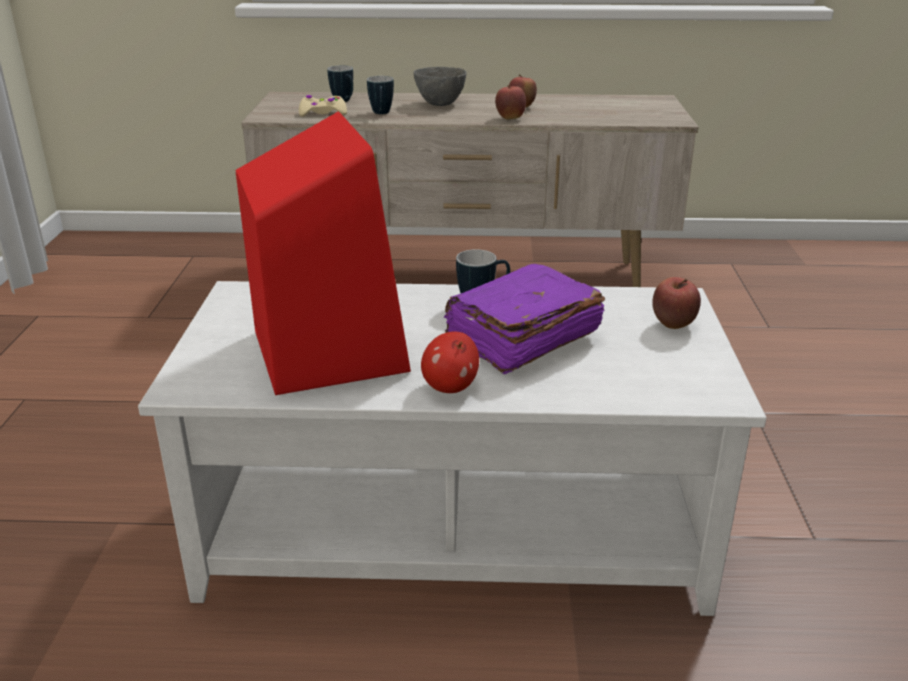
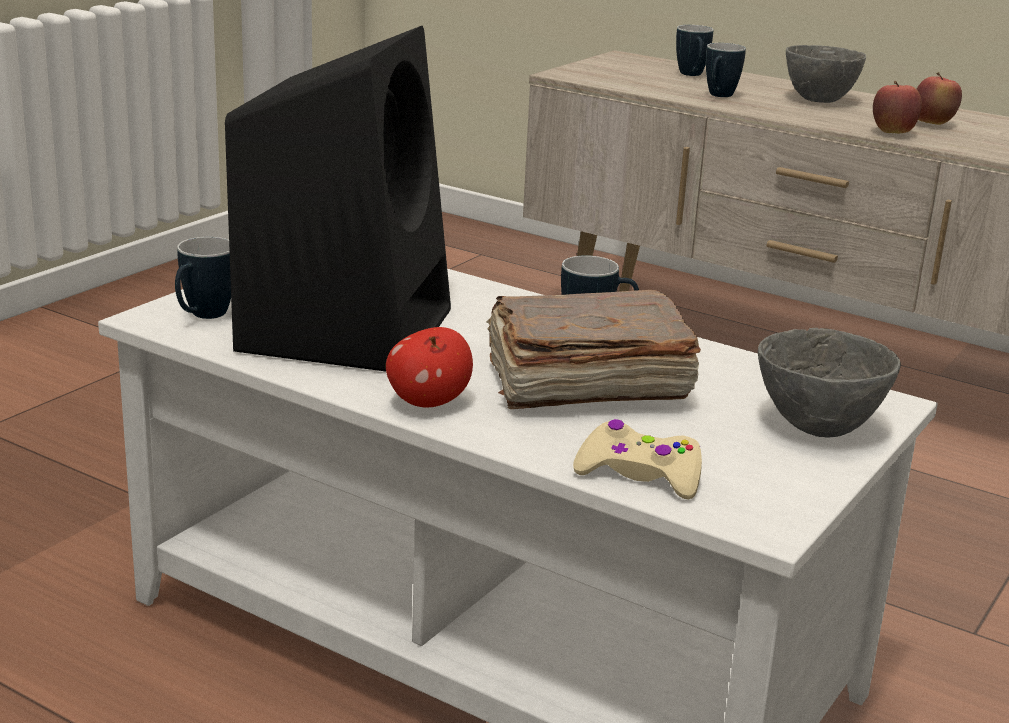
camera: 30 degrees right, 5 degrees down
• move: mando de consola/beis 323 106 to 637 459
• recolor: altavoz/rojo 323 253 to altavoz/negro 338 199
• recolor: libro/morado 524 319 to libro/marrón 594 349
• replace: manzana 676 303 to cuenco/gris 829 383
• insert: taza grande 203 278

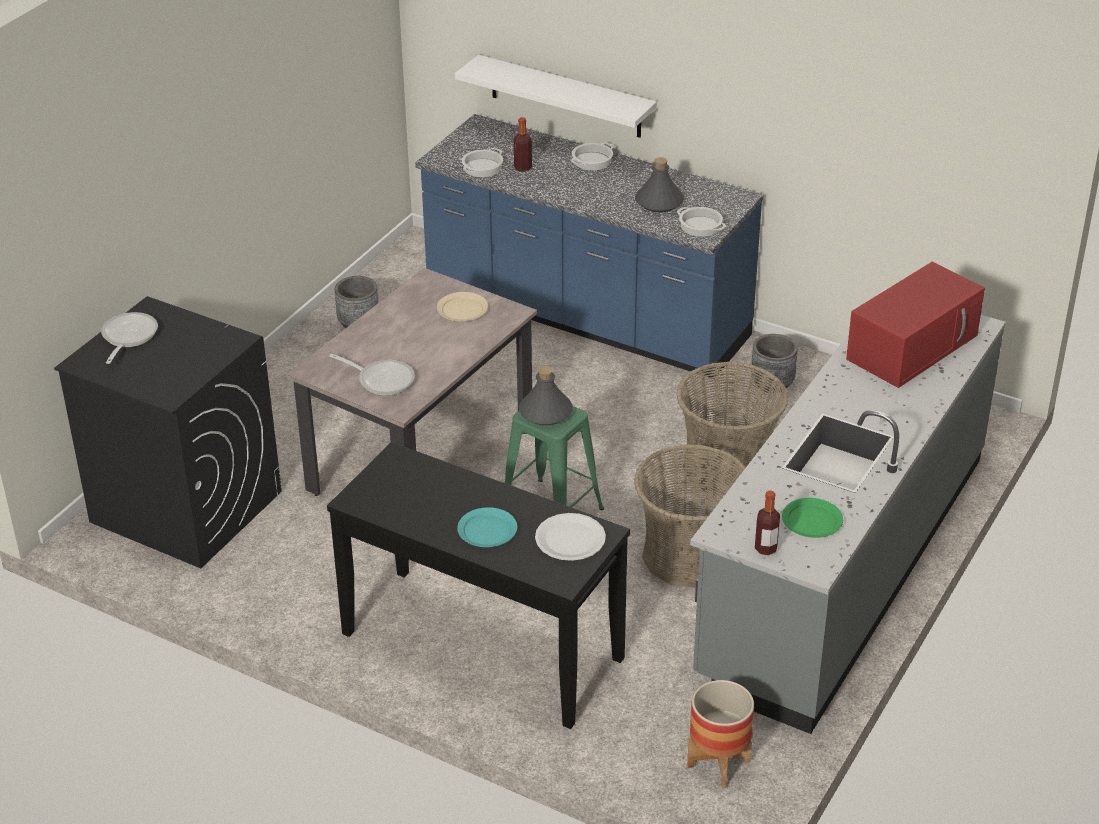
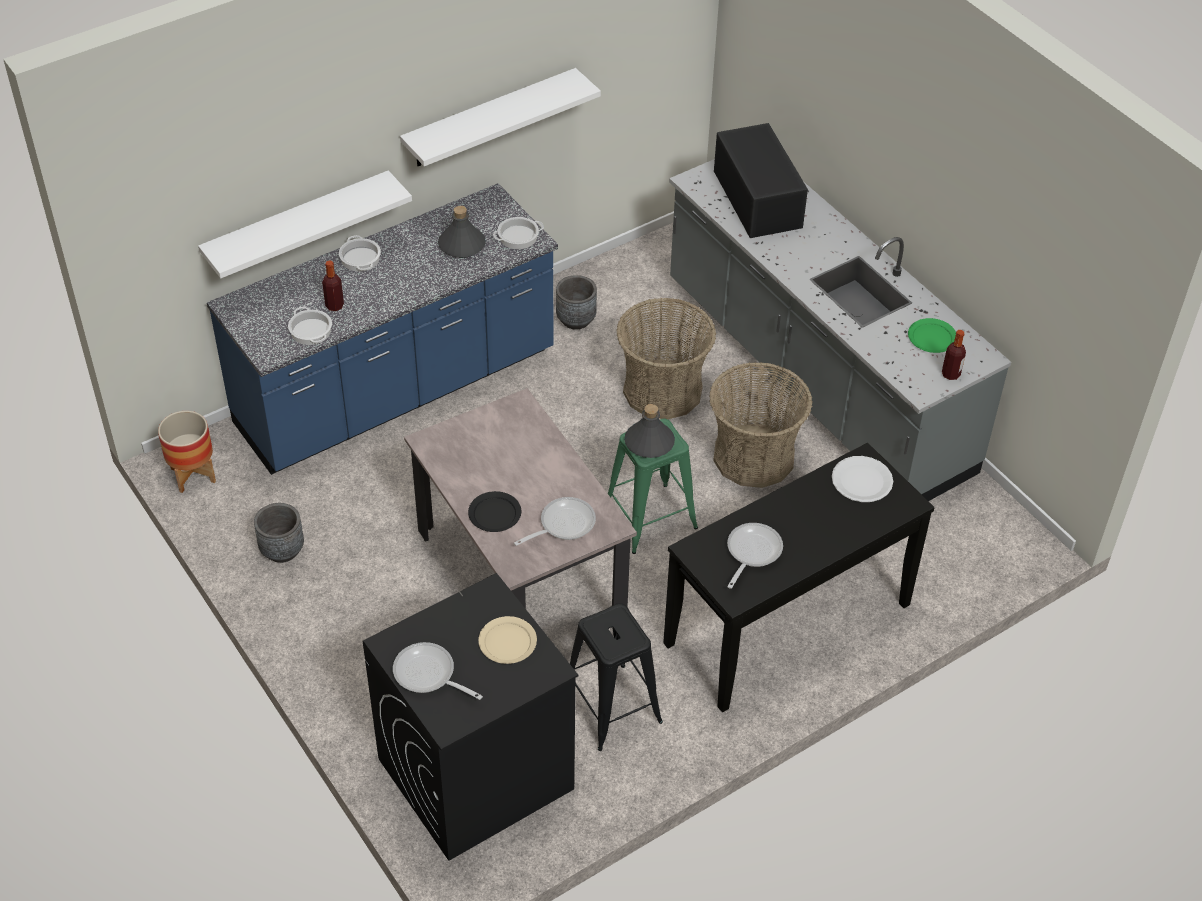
camera: 65 degrees left, 10 degrees up
• recolor: microondas/rojo 915 325 to microondas/negro 761 180
• move: plato/beis 462 306 to 507 640
• delete: plato/turquesa 487 527
• move: maceta 720 734 to 187 452
• insert: estante/blanco 500 117
• insert: plato/negro 494 511
• insert: sartén 755 556
• insert: taburete/negro 616 677

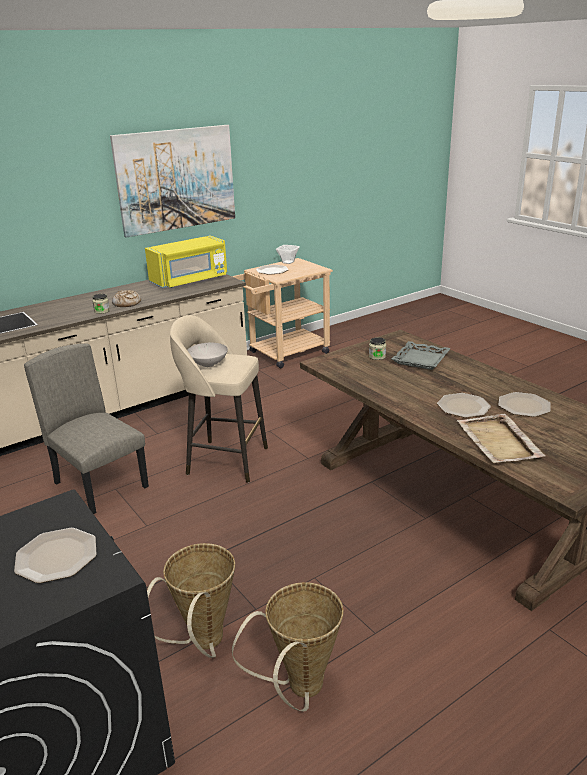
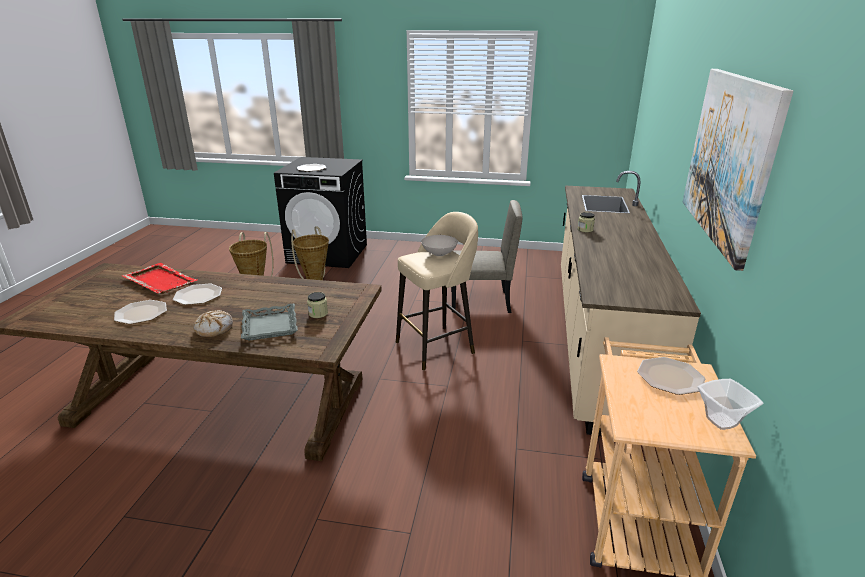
camera: 135 degrees right, 0 degrees up
• delete: microondas/amarillo 186 262
• move: pan 126 298 to 213 323
• recolor: bandeja/beis 501 438 to bandeja/rojo 159 278

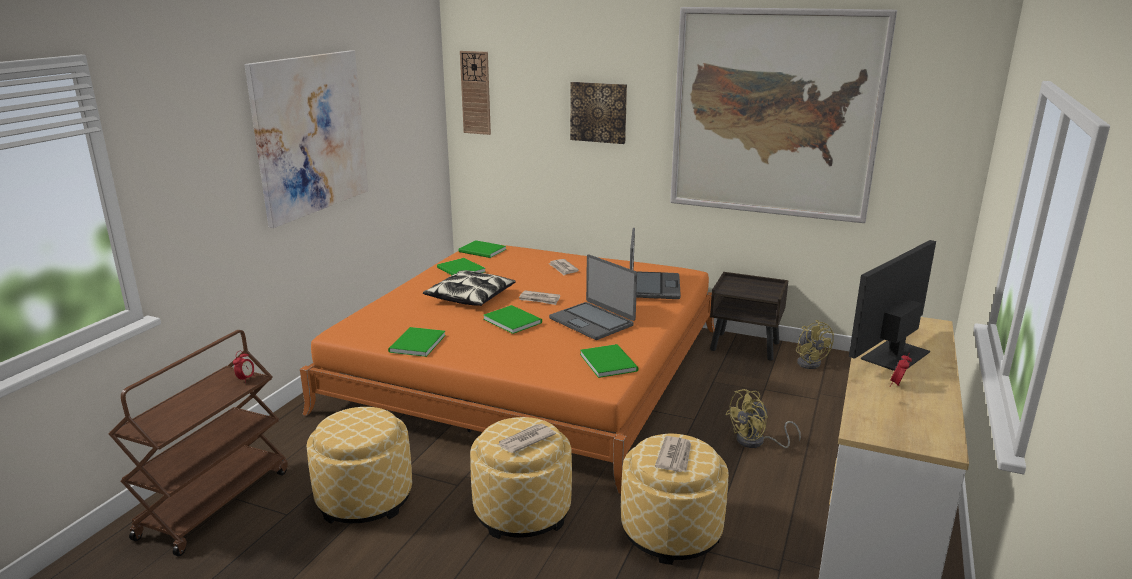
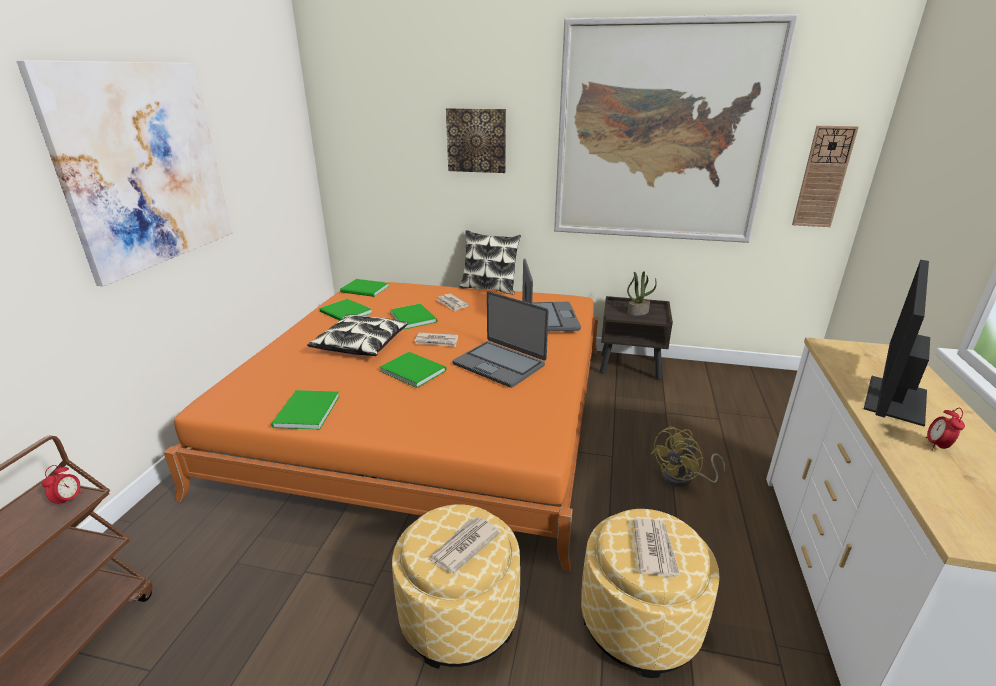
camera: 10 degrees left, 5 degrees up
• move: reloj de pared 475 93 to 825 176
• delete: ventilador/amarillo 815 344
• move: libro/verde 609 361 to 413 316
• delete: puf 359 465
• insert: cojín 490 262
• insert: planta en maceta 642 293

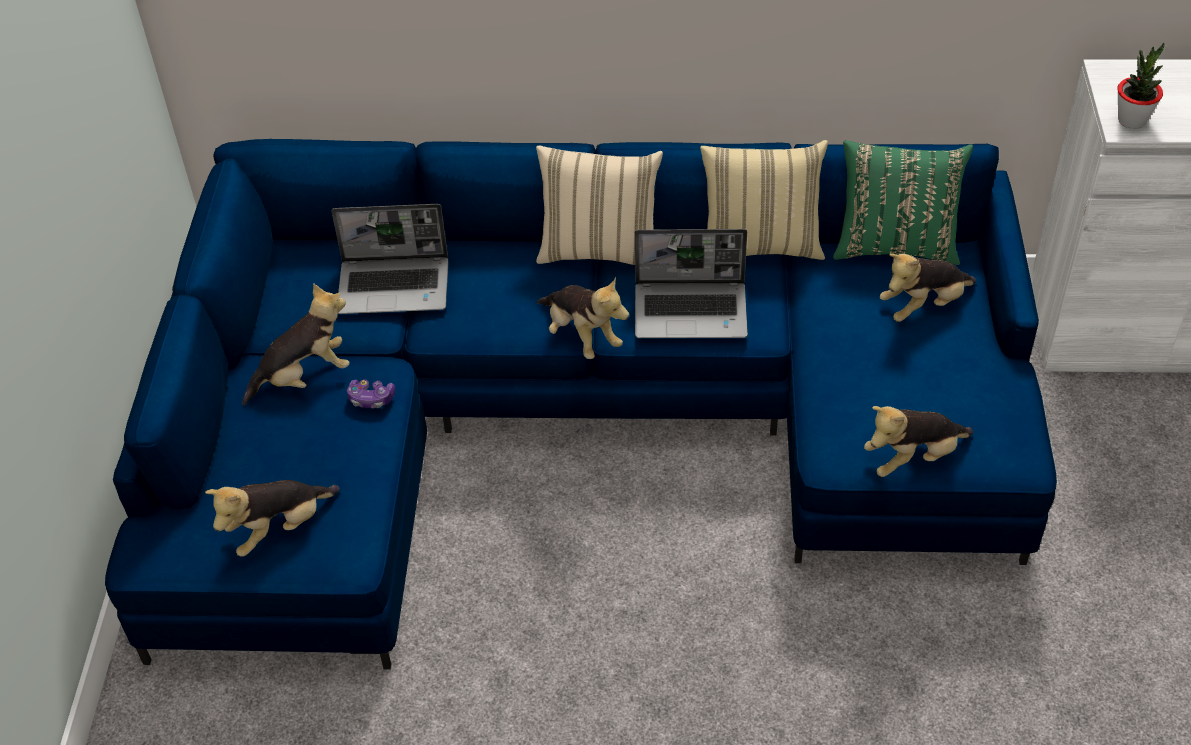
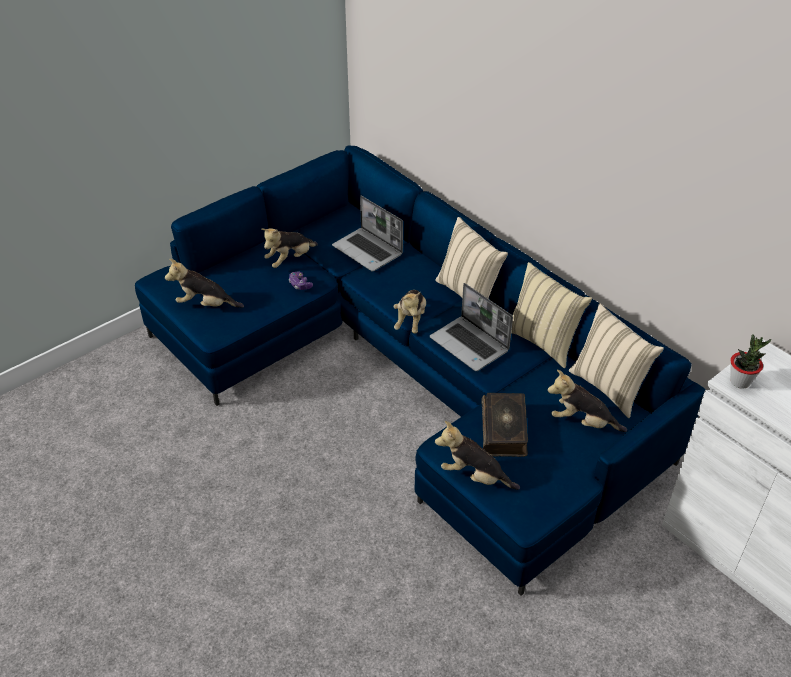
camera: 45 degrees right, 5 degrees down
• recolor: cojín/verde 903 202 to cojín/beis 616 361
• rotate: peluche 296 344 = 289 248 120 degrees clockwise
• insert: libro 504 425

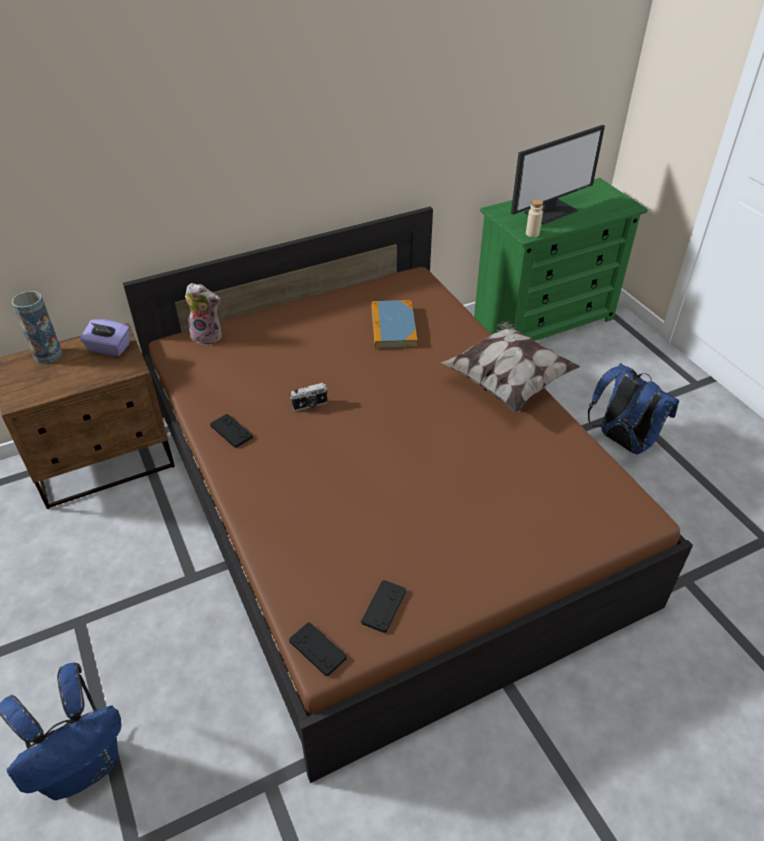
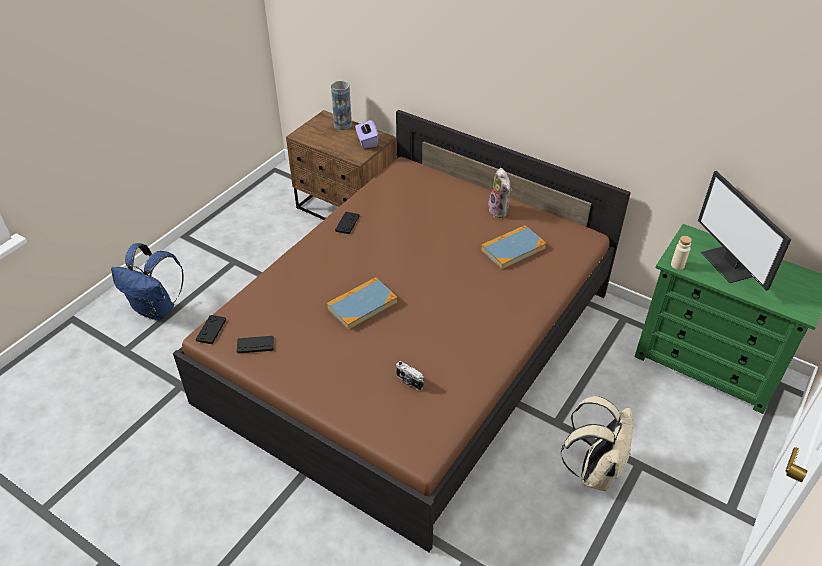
camera: 60 degrees right, 0 degrees up
• rotate: monitor 558 175 = 744 231 45 degrees clockwise
• move: peluche 203 314 to 500 193
• delete: cojín 510 367
• recolor: mochila/azul 633 408 to mochila/beis 597 443
• move: cámara 309 397 to 410 376
• insert: libro 362 303

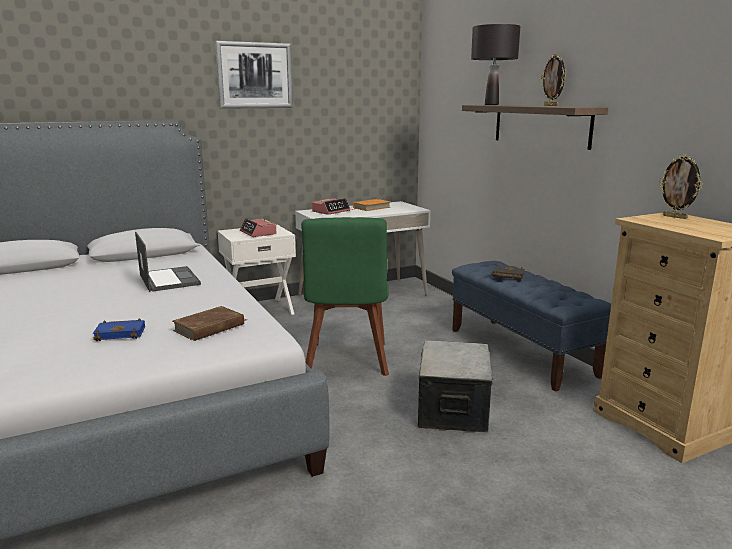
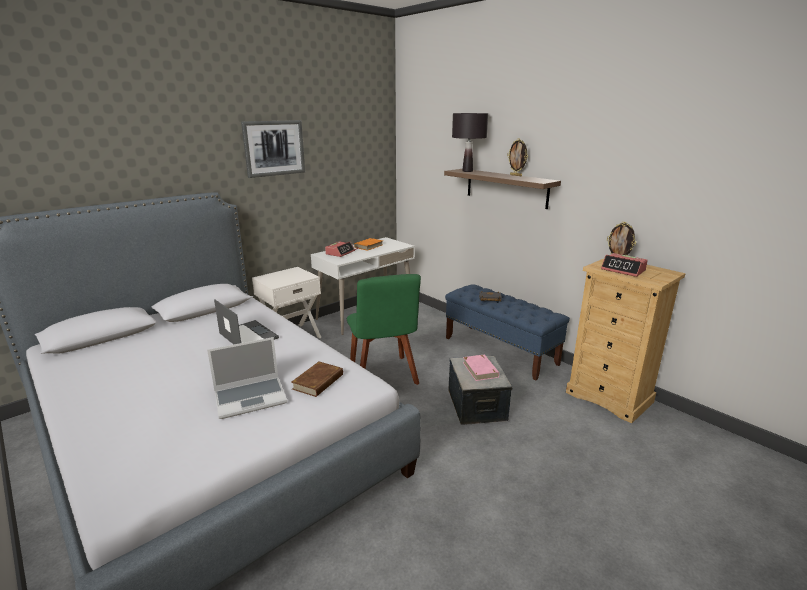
camera: 15 degrees left, 5 degrees up
• move: despertador 258 227 to 624 265
• replace: libro/azul 119 329 to portátil 247 378
• insert: libro/rosa 481 367

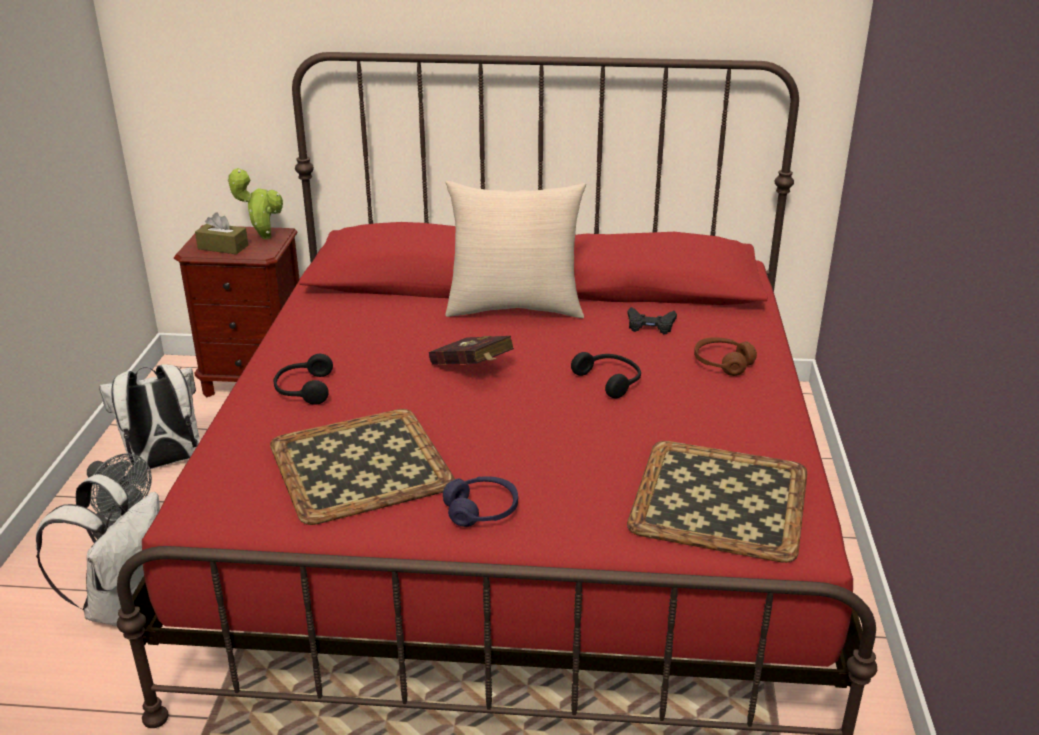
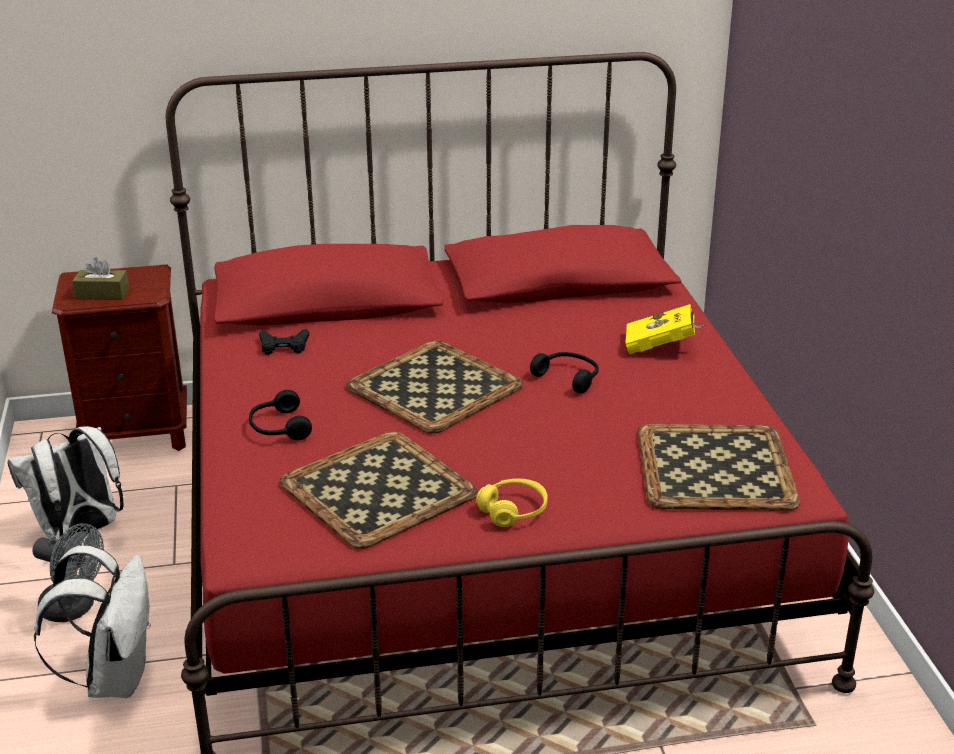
camera: 15 degrees left, 0 degrees up
• delete: planta en maceta 255 204
• delete: cojín/beis 515 249
• move: mando de consola/negro 652 320 to 284 341
• replace: libro/rojo 471 350 to bandeja 434 387
• replace: auriculares/marrón 725 356 to libro/amarillo 665 329
• recolor: auriculares/morado 480 501 to auriculares/amarillo 511 503

